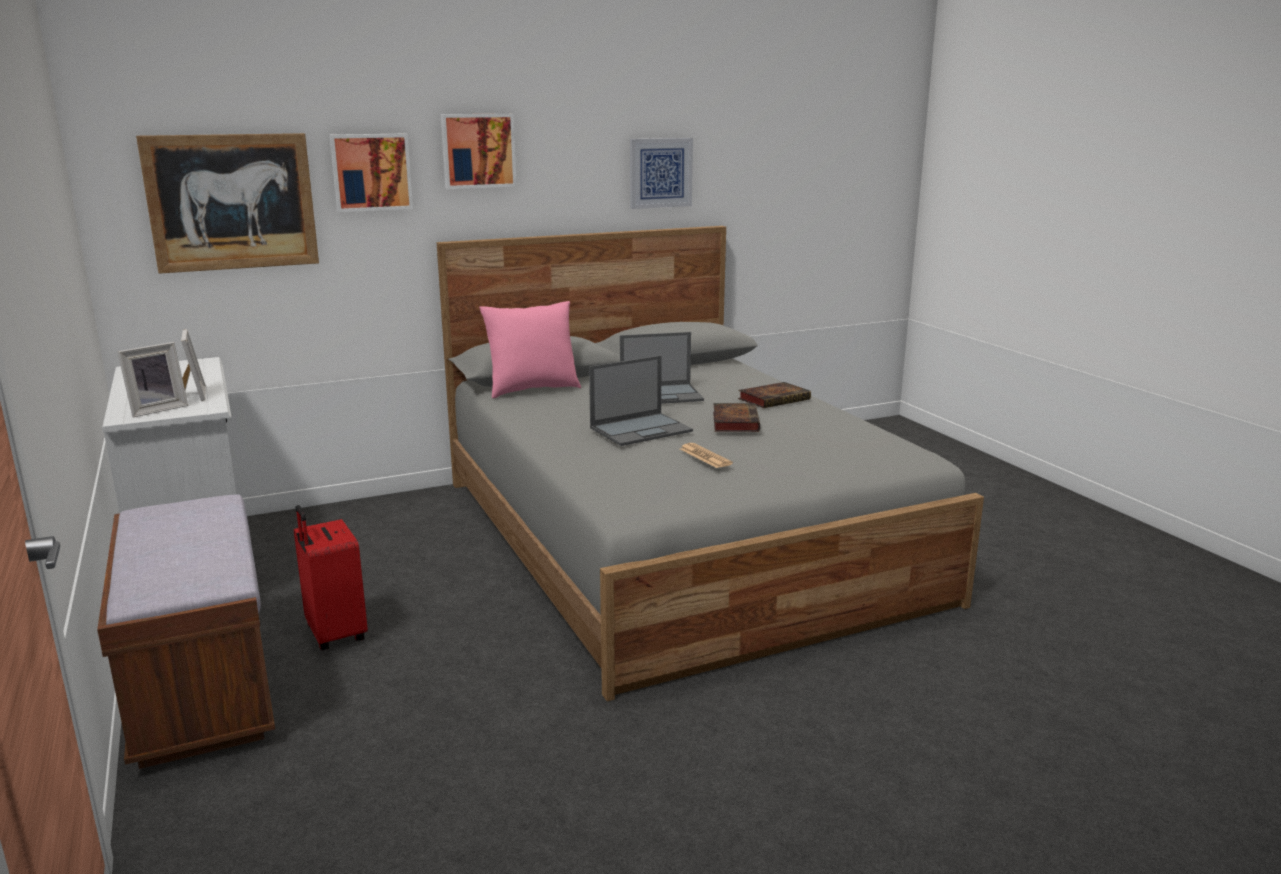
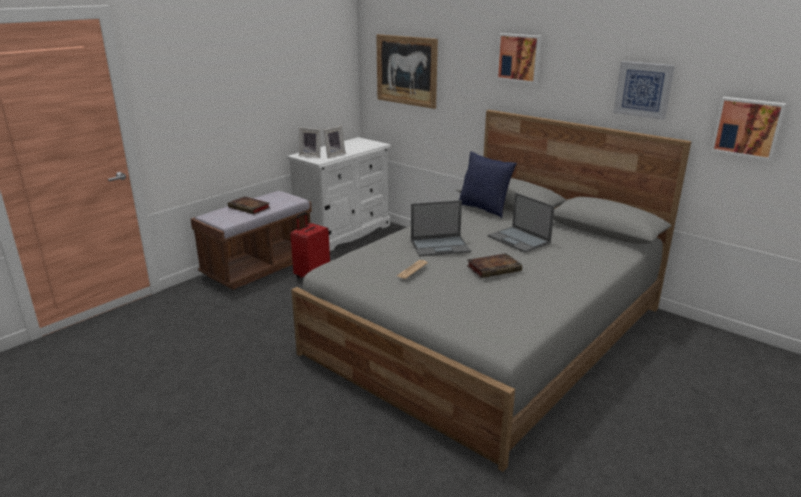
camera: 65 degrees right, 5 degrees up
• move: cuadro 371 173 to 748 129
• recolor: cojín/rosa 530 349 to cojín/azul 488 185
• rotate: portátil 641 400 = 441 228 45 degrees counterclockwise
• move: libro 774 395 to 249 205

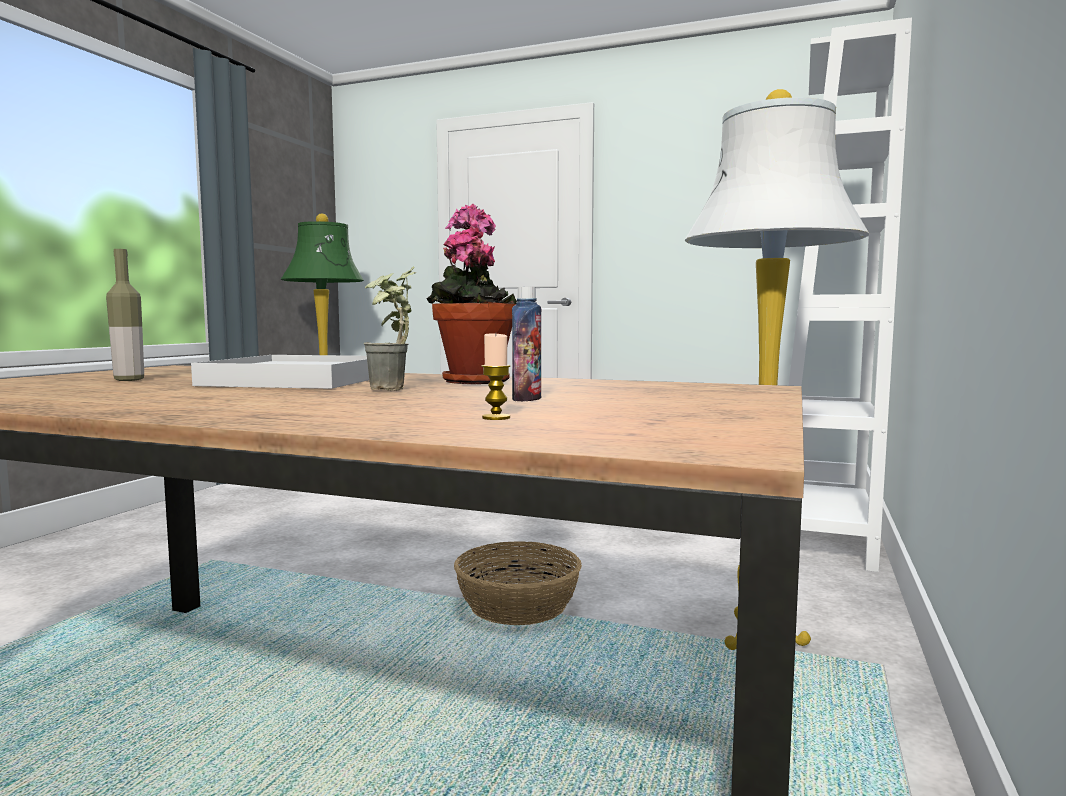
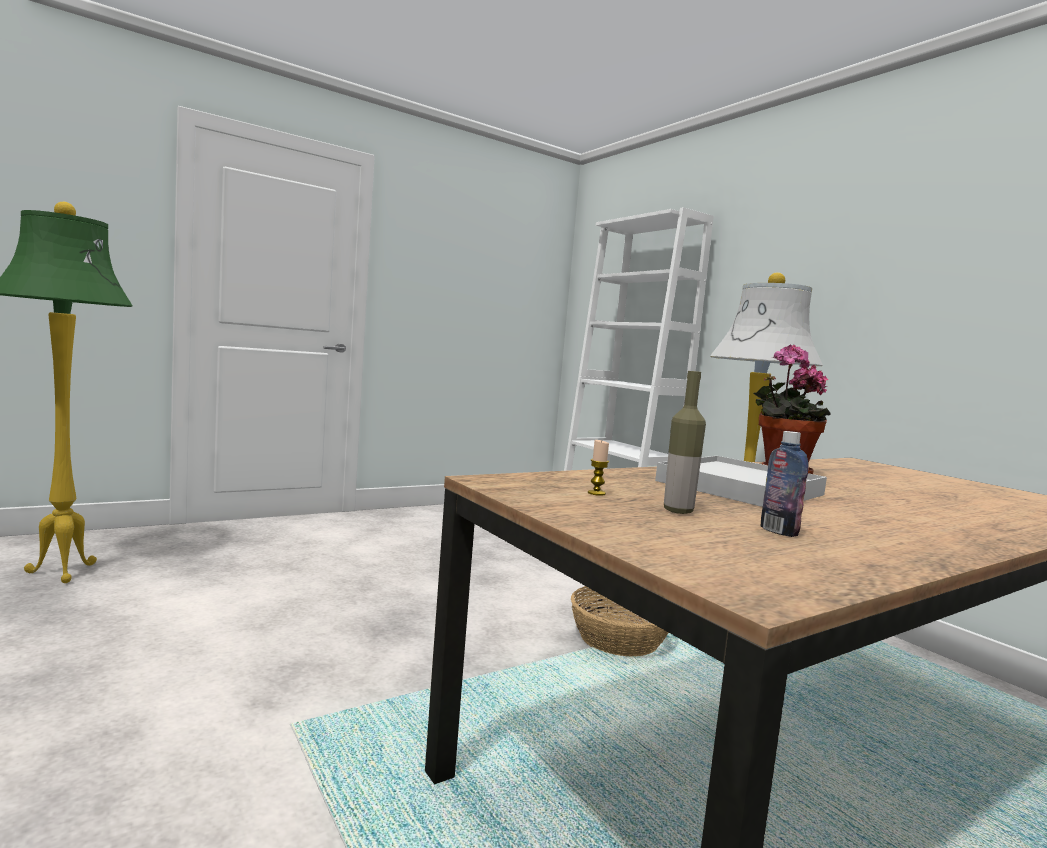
camera: 55 degrees left, 0 degrees up
• delete: planta en maceta 390 328
• move: botella 527 344 to 785 484
• move: vela 496 377 to 598 468

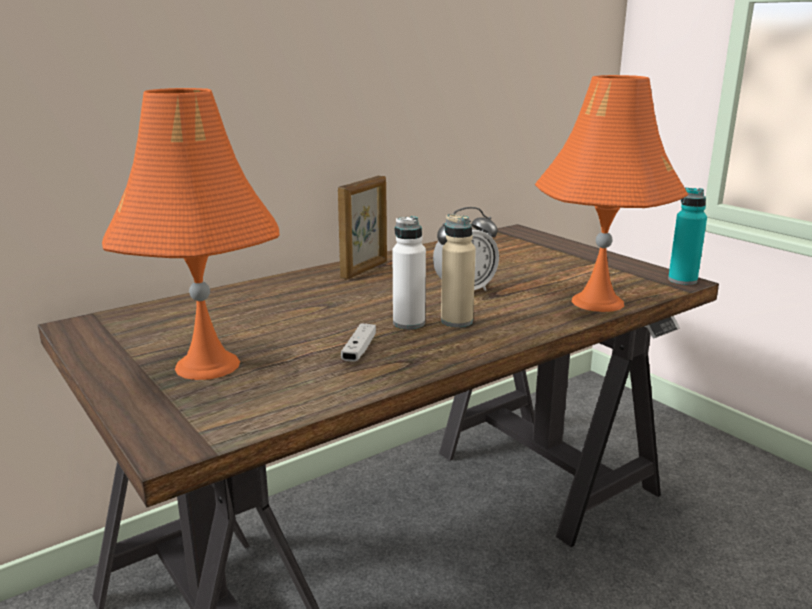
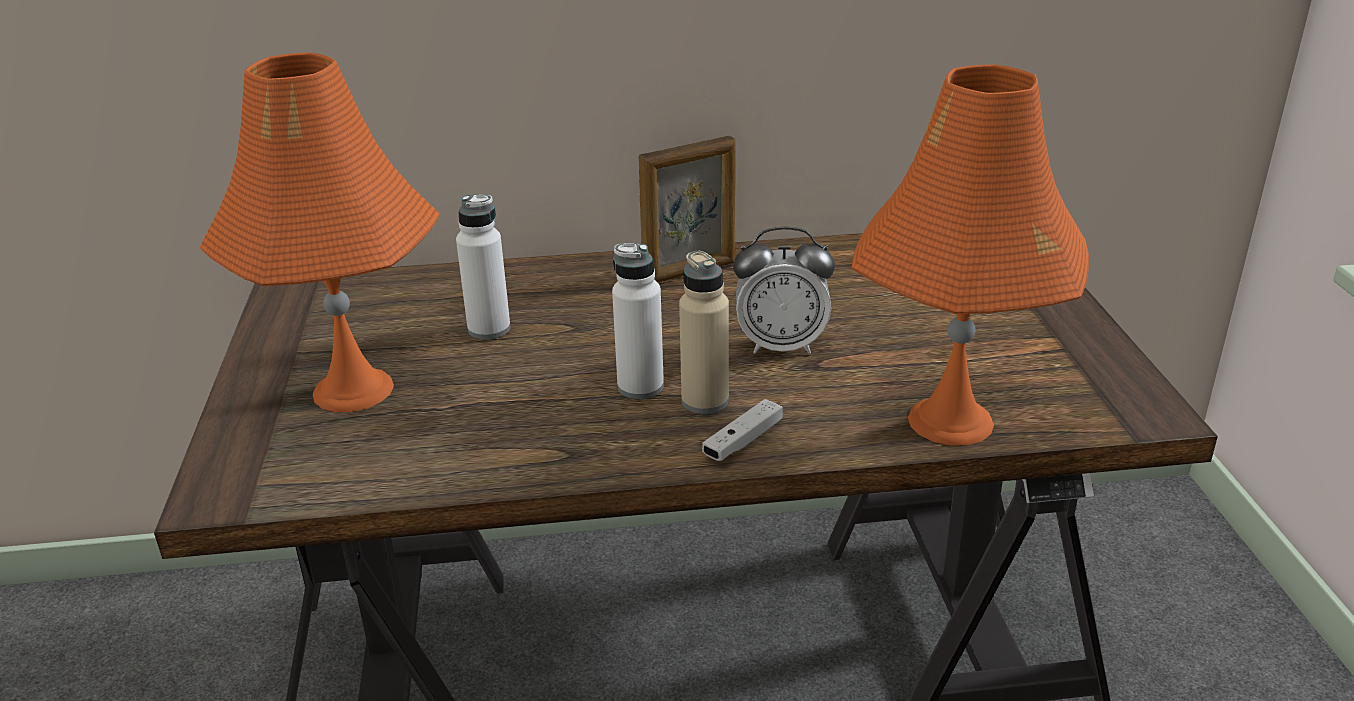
camera: 30 degrees right, 10 degrees up
• delete: botella/turquesa 687 236
• move: mando de consola/blanco 358 342 to 742 430
• insert: botella/blanco 483 267

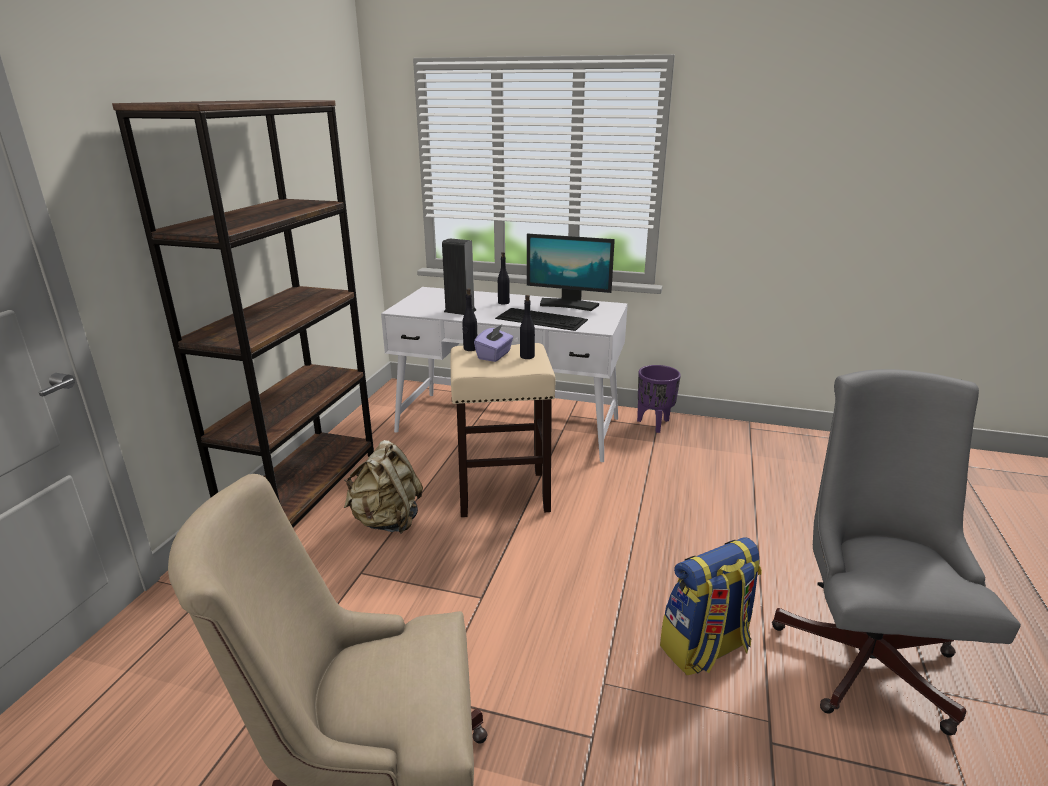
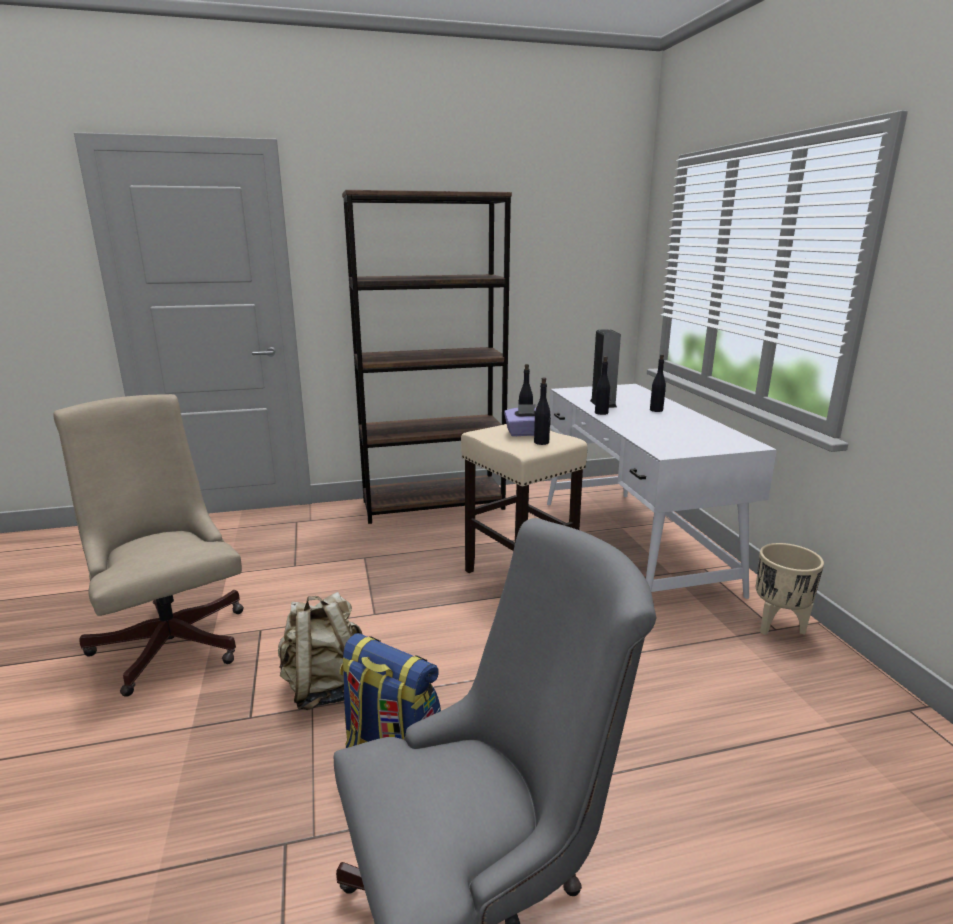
camera: 60 degrees right, 5 degrees down
• delete: monitor 571 272
• delete: teclado 541 319
• recolor: maceta/morado 659 399 to maceta/beis 790 589
• move: mochila/beis 383 487 to 320 651
• insert: botella/negro 602 385

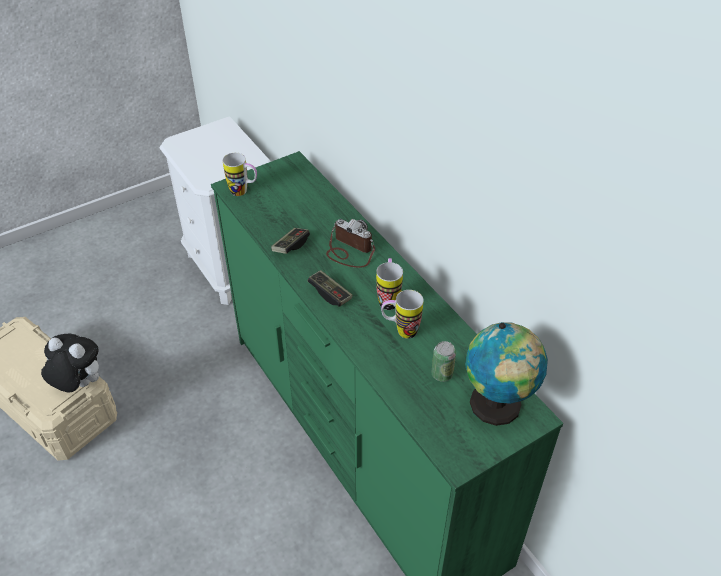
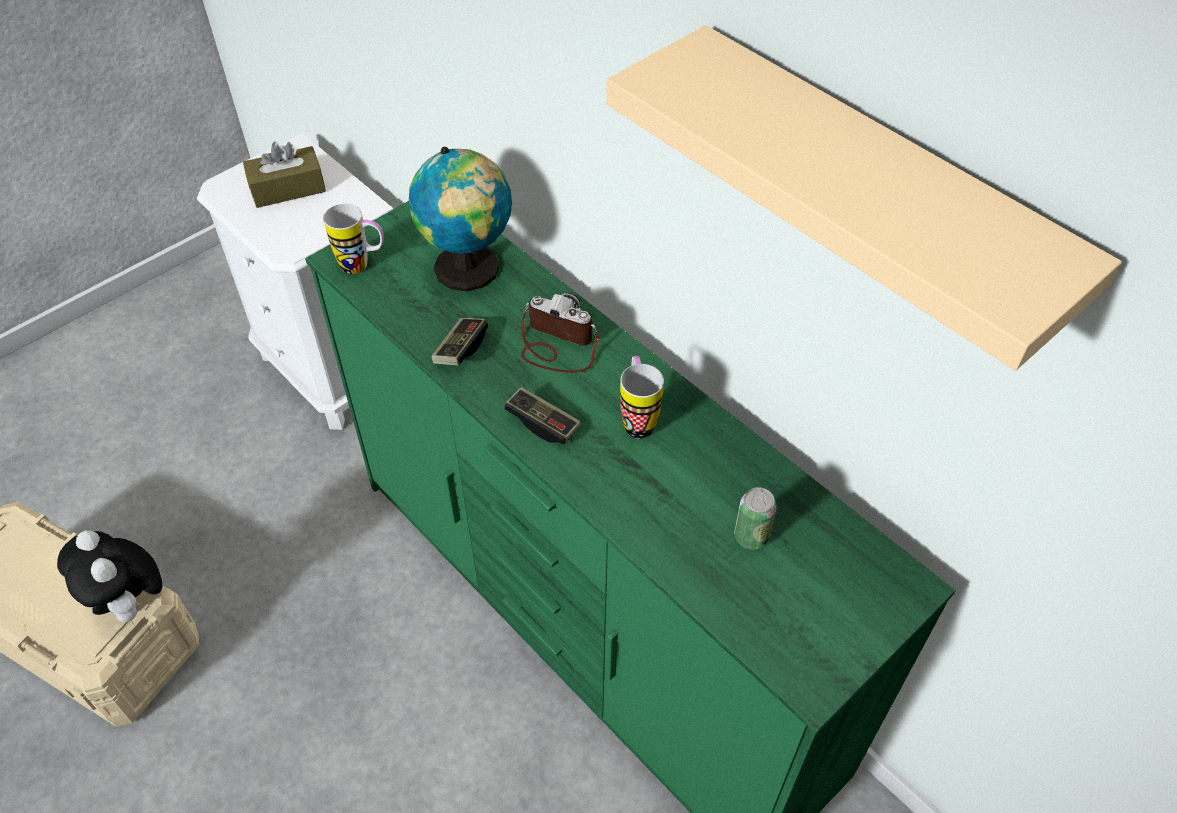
camera: 10 degrees left, 5 degrees up
• delete: taza grande 402 314
• move: globo terráqueo 506 374 to 460 219
• rotate: peluche 70 363 = 110 577 135 degrees counterclockwise
• insert: estante/beis 864 198
• insert: caja de pañuelos/marrón 284 174

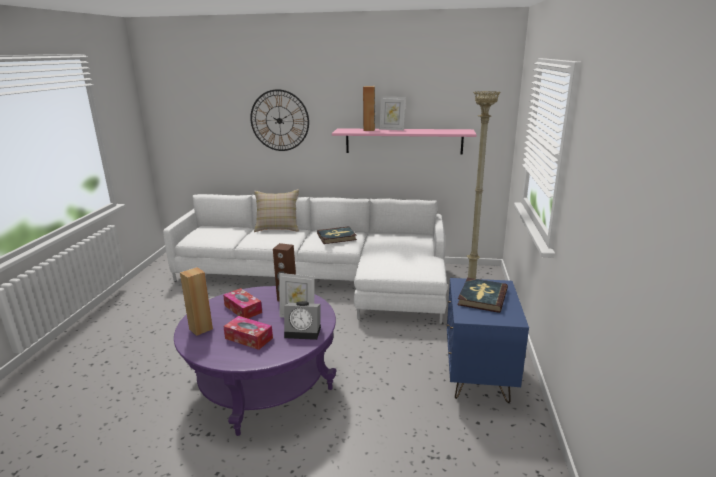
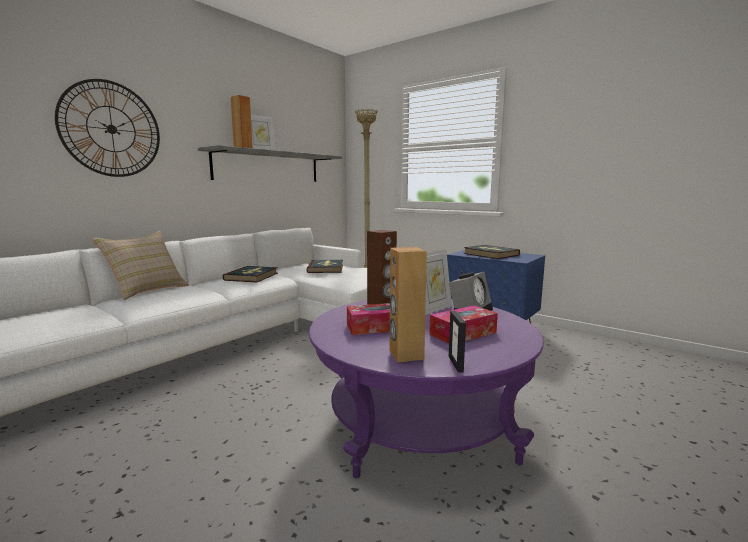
camera: 60 degrees left, 10 degrees down
• recolor: estante/rosa 404 141 to estante/gris 270 163
• insert: libro 325 266
• insert: portarretratos 457 342

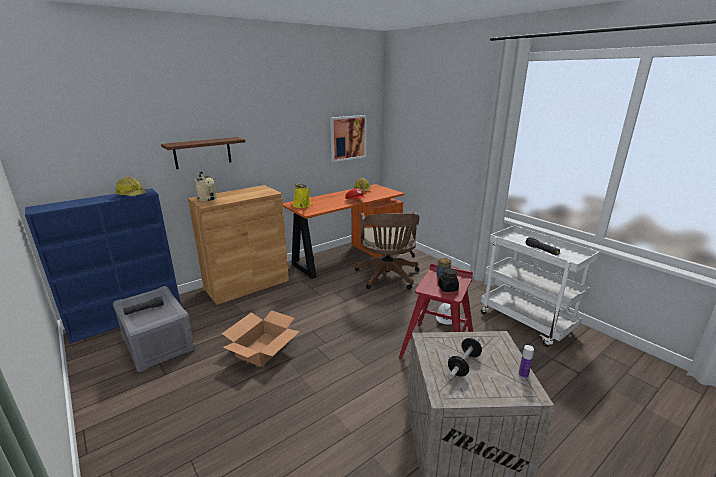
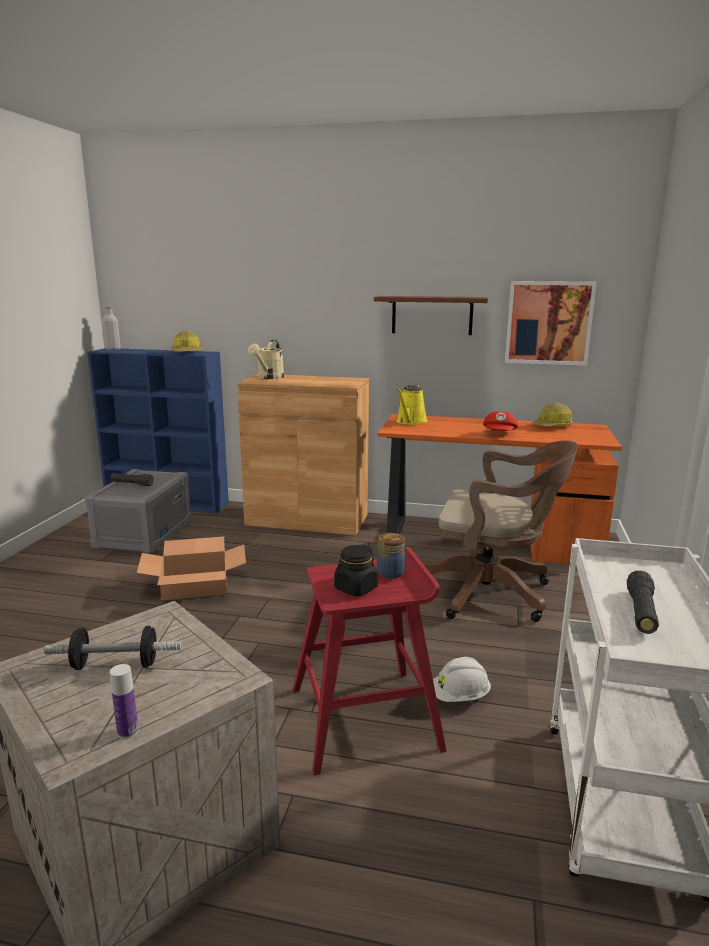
camera: 50 degrees right, 5 degrees down
• move: estante/marrón 203 153 to 431 315
• rotate: silla de oficina/marrón 387 251 = 500 531 120 degrees counterclockwise
• insert: botella/gris 111 328

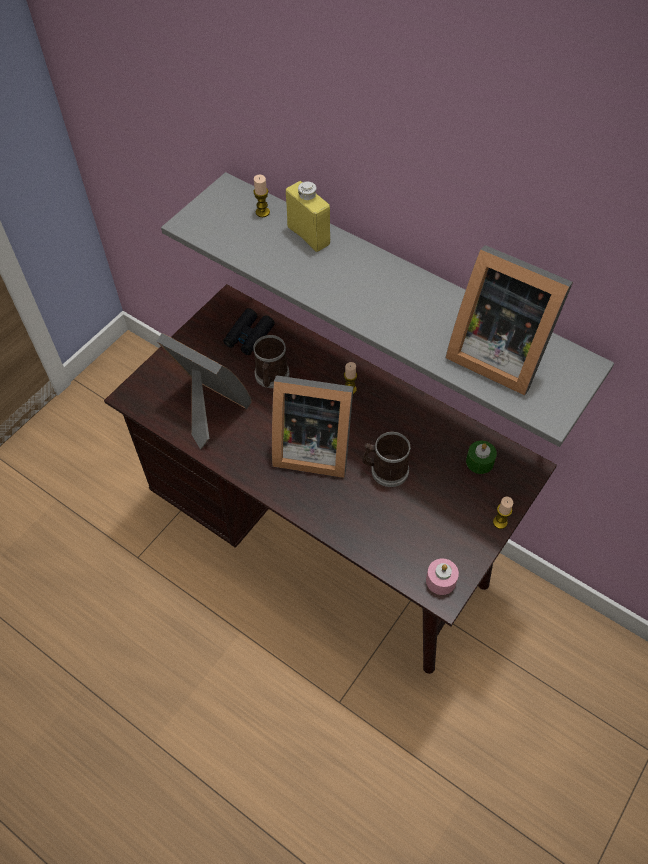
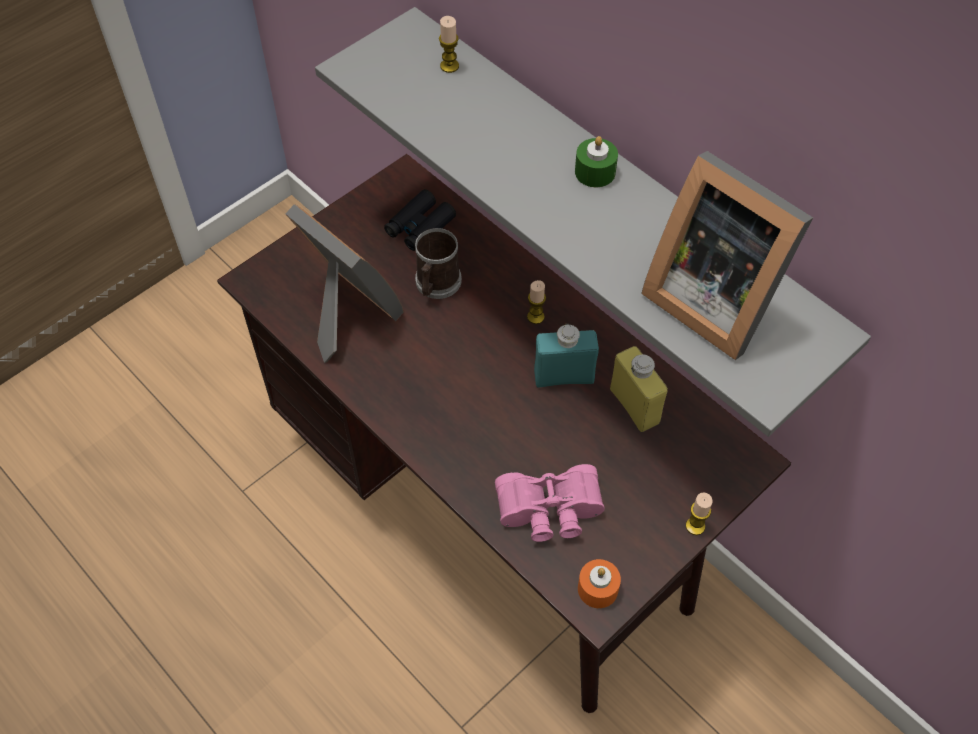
camera: 10 degrees right, 0 degrees up
• move: botella/amarillo 308 216 to 639 389
• delete: portarretratos 312 426
• delete: taza grande 386 459
• move: vela/verde 481 457 to 596 161
• recolor: vela/rosa 442 576 to vela/naranja 599 583
• insert: botella/turquesa 566 355
• insert: prismáticos/rosa 550 503

